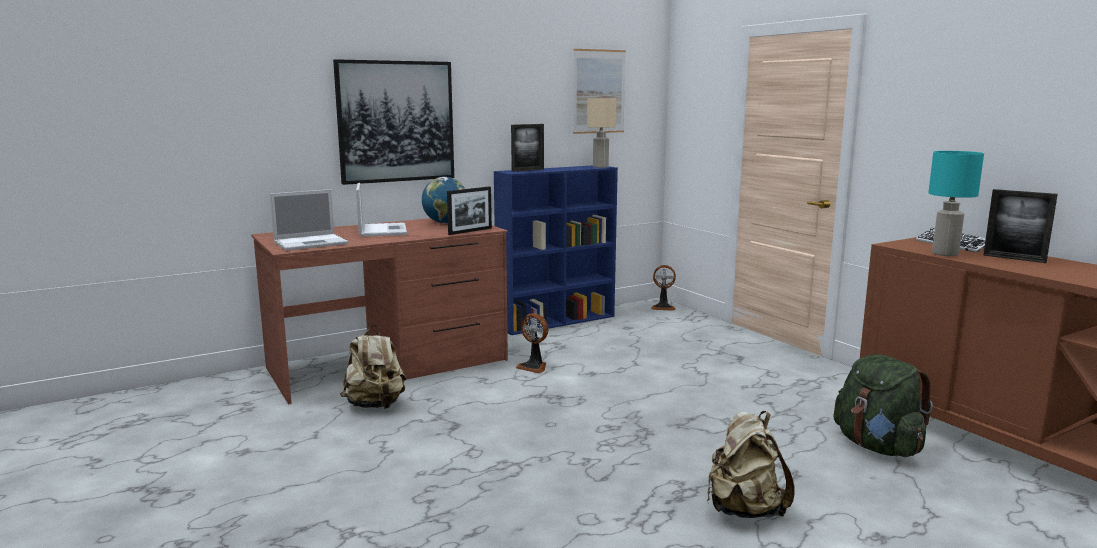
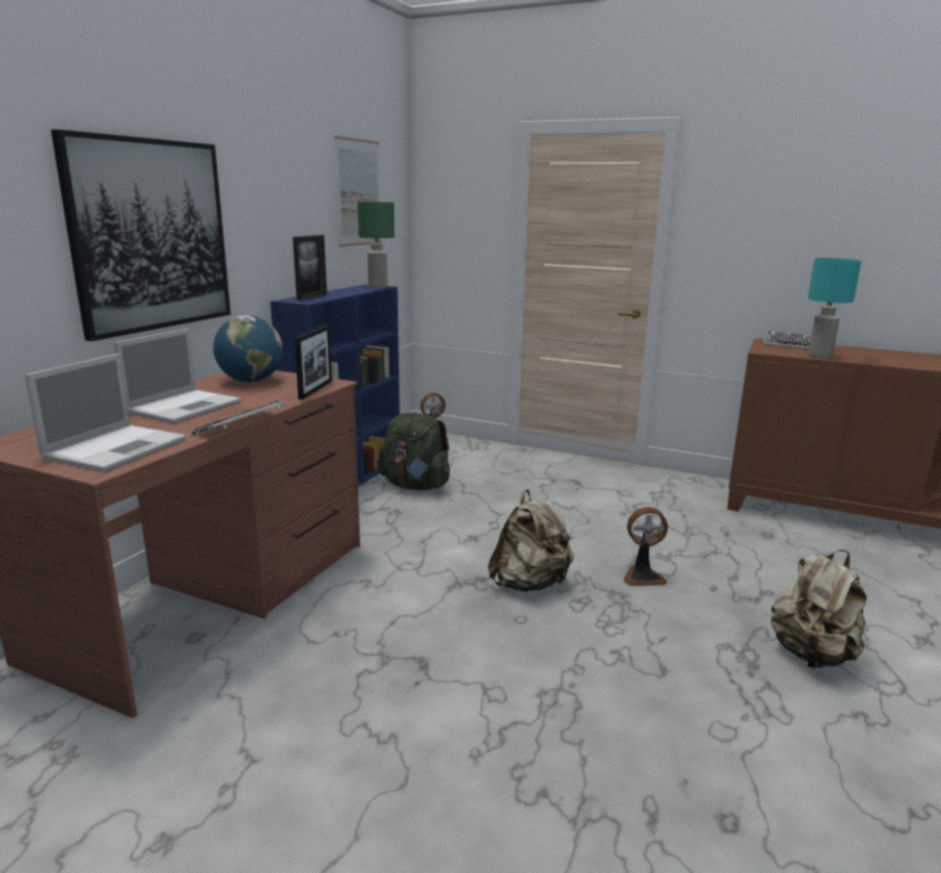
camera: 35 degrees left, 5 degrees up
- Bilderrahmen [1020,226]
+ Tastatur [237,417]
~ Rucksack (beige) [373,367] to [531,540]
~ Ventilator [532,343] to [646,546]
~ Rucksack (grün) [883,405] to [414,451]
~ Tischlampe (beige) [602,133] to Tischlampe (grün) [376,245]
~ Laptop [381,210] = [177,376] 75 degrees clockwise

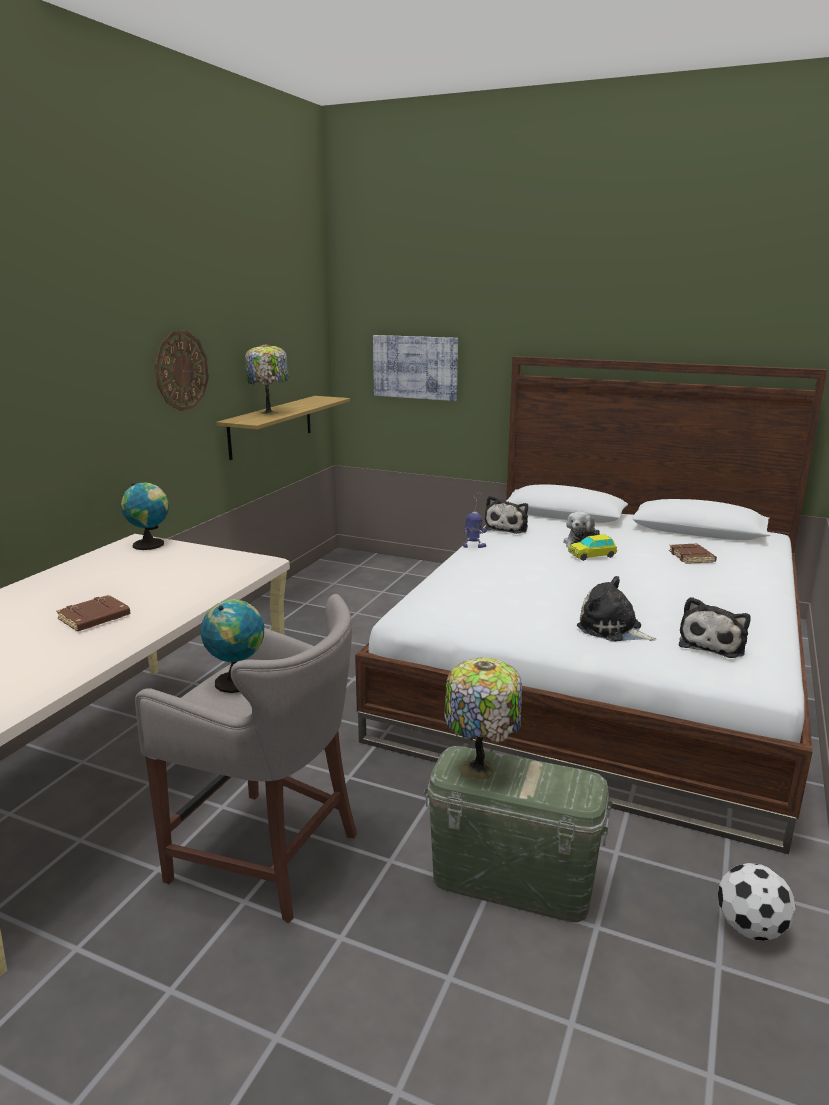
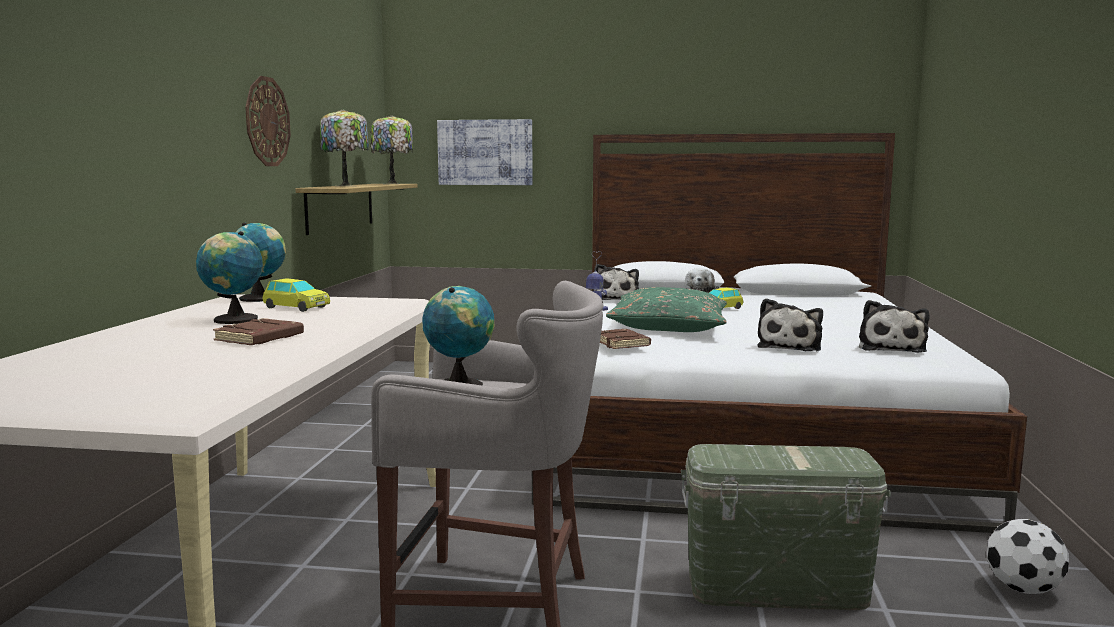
camera: 15 degrees left, 10 degrees down
+ Globus [229,277]
+ Spielzeugauto [296,295]
+ Kissen (grün) [666,309]
~ Tischlampe [483,718] to [392,149]
~ Buch (braun) [693,554] to [625,339]
~ Plüschtier [617,609] = [790,324] 90 degrees counterclockwise

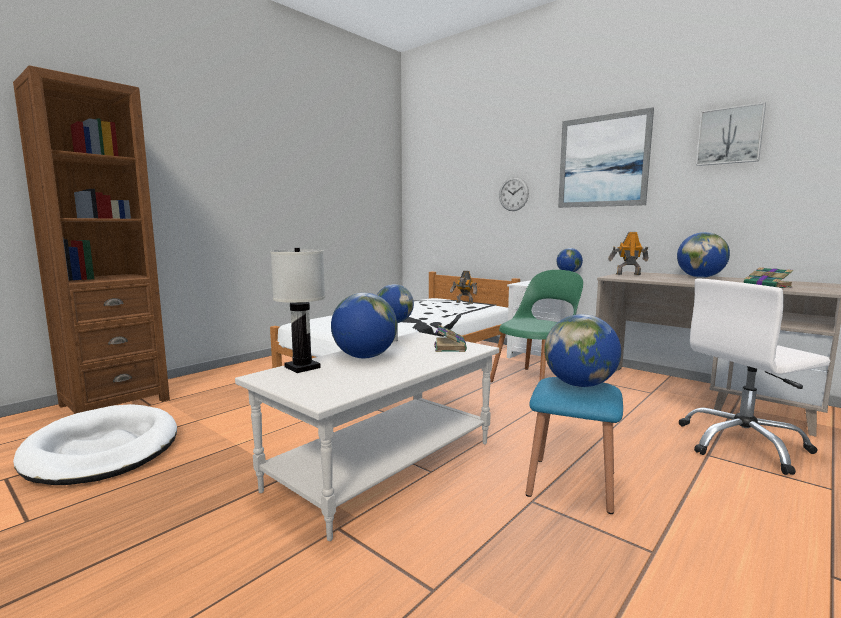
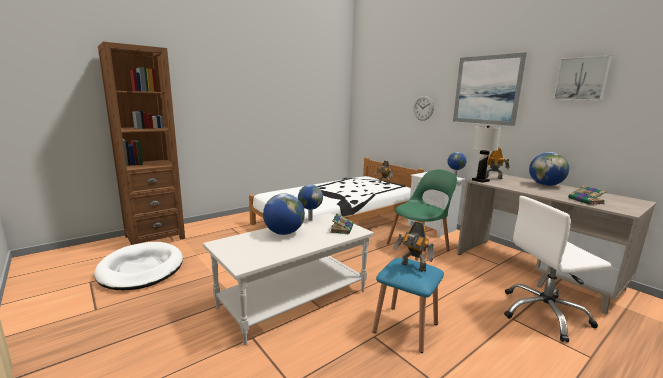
camera: 10 degrees right, 5 degrees up
~ Tischlampe (weiß) [297,310] to [486,154]
~ Globus [582,350] to Spielzeugroboter [413,246]

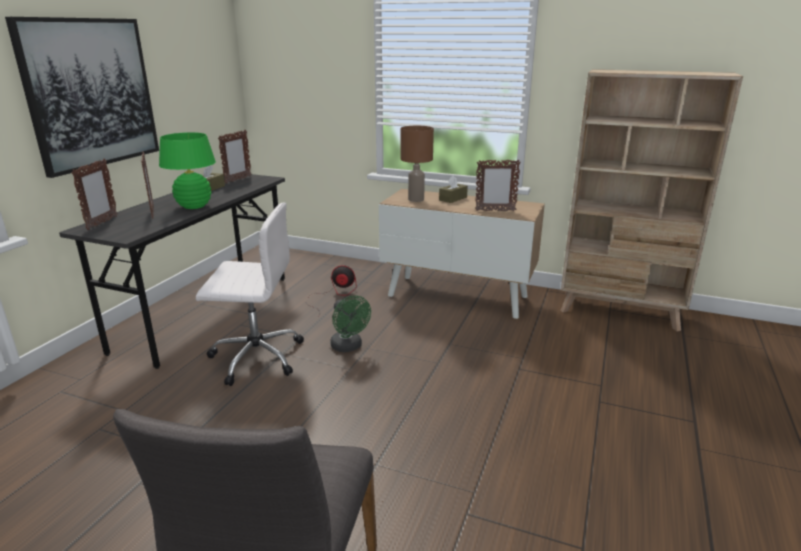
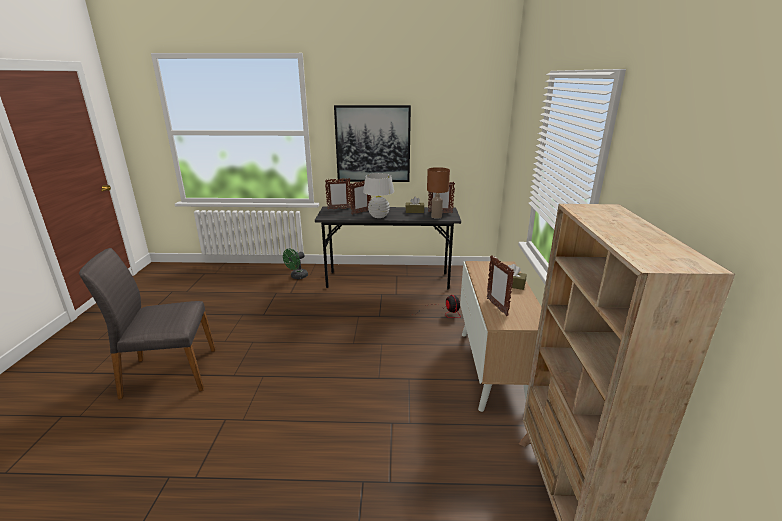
camera: 70 degrees right, 0 degrees up
- Bürostuhl (weiß) [250,294]
~ Ventilator (grün) [350,323] to [295,264]
~ Tischlampe (braun) [417,164] to [438,193]
~ Tischlampe (grün) [187,170] to Tischlampe (weiß) [378,195]

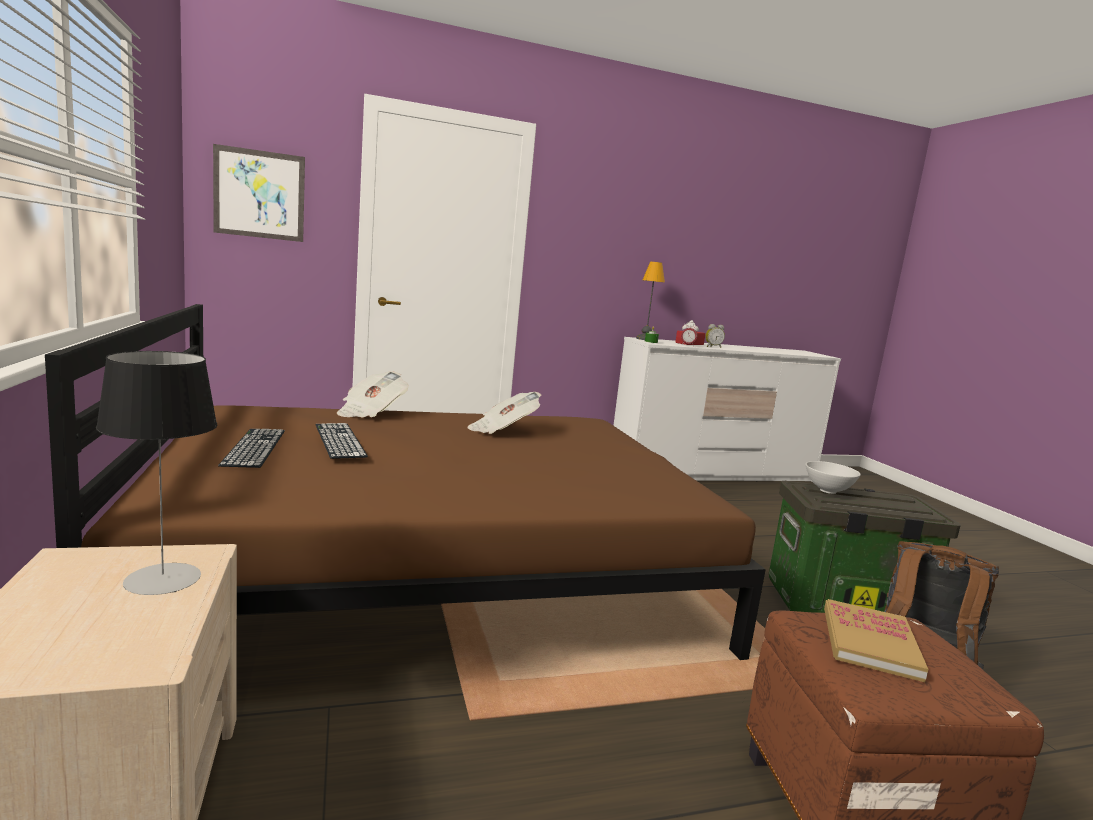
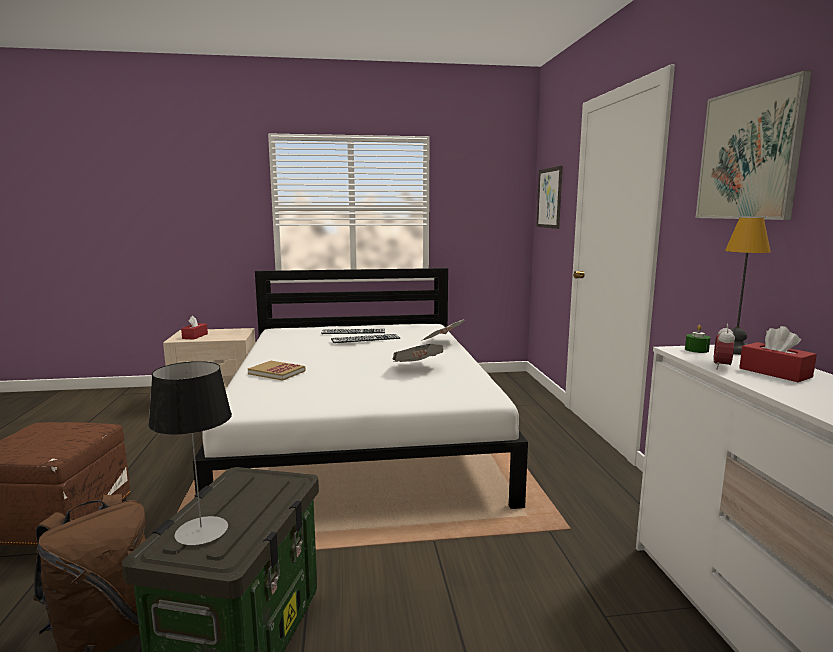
camera: 100 degrees right, 0 degrees up
- Wecker [715,336]
- Schüssel (weiß) [833,477]
+ Taschentuchbox (rot) [194,328]
+ Bild [754,145]
~ Tischlampe [156,473] to [190,453]
~ Buch [876,640] to [276,371]
~ Bett (braun) [405,482] to Bett (weiß) [360,388]

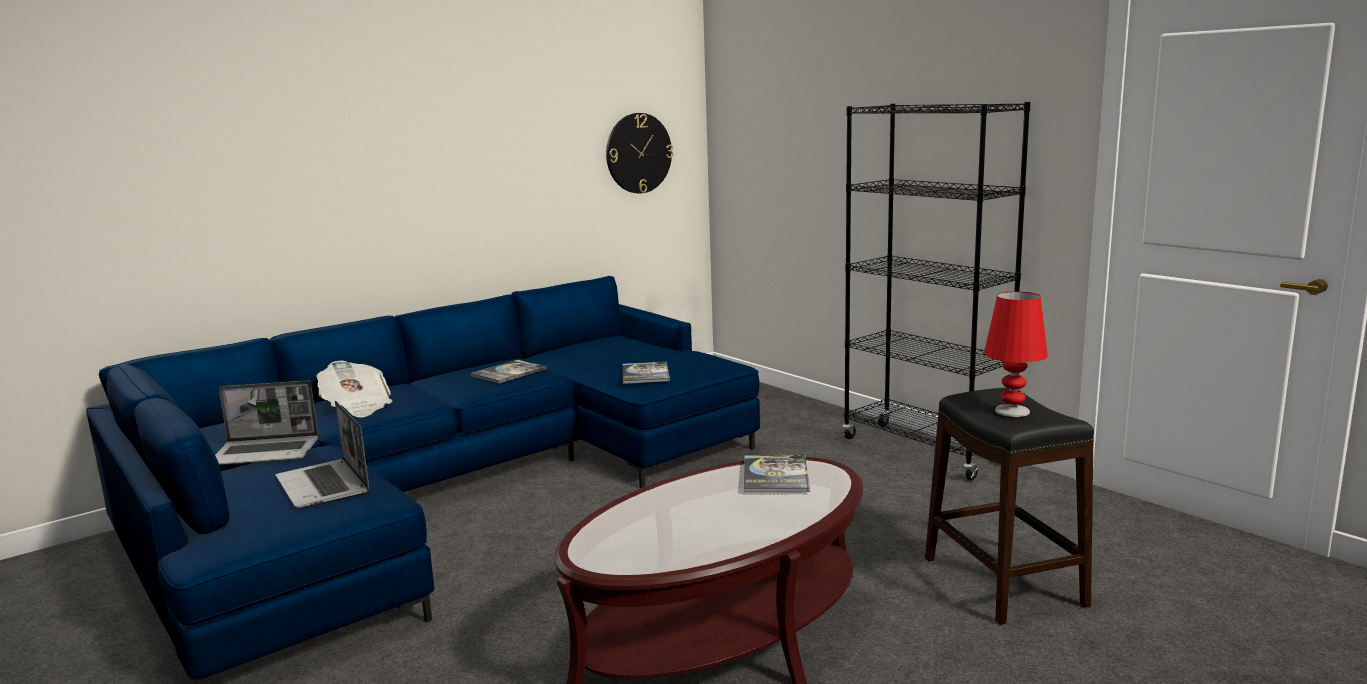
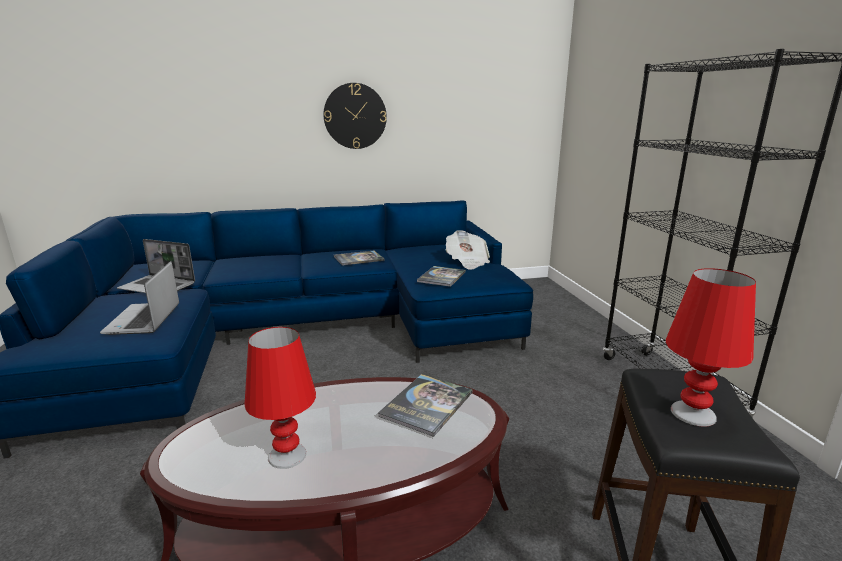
camera: 25 degrees right, 5 degrees up
+ Tischlampe (rot) [280,398]
~ Zeitung [354,389] to [468,250]
~ Wanduhr [639,153] to [355,116]

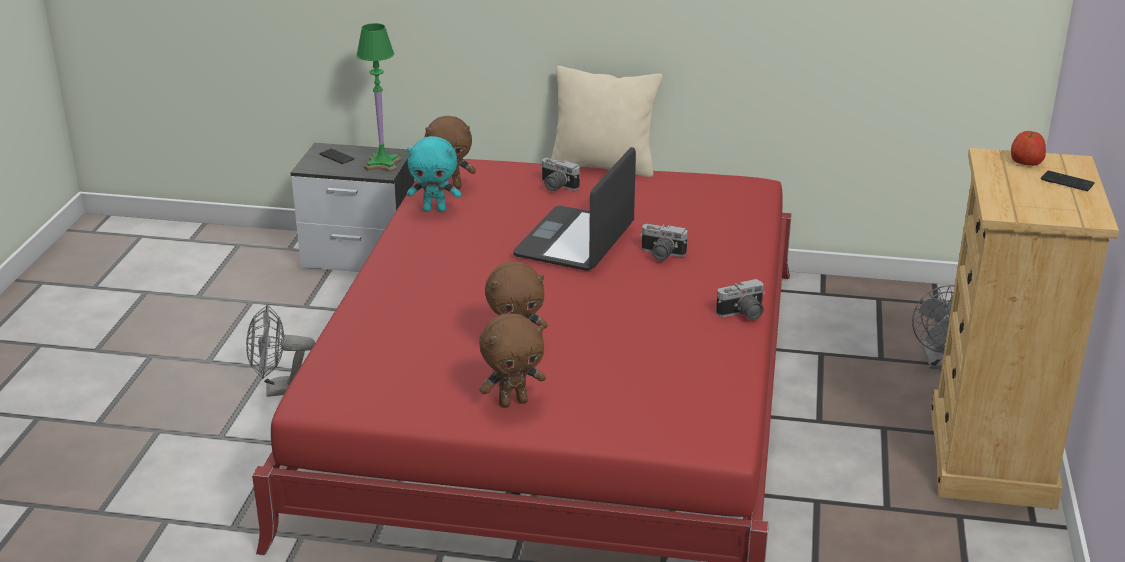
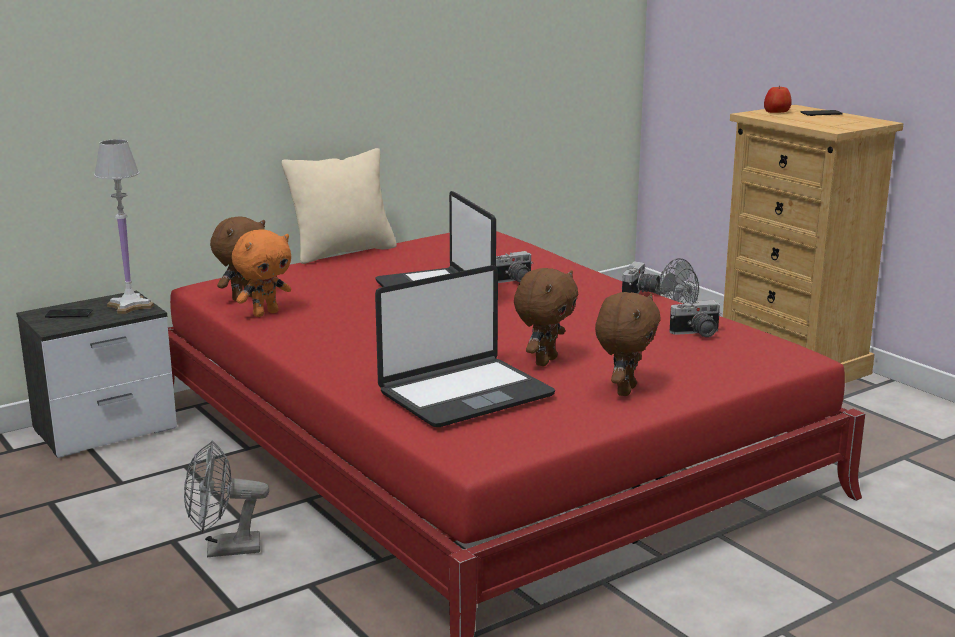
camera: 45 degrees left, 10 degrees down
+ Laptop [465,346]
~ Kamera [560,174] to [695,318]
~ Tischlampe (grün) [379,97] to Tischlampe (weiß) [124,226]
~ Plüschtier (türkis) [434,174] to Plüschtier (orange) [261,273]
~ Ventilator (grau) [280,351] = [226,499] 45 degrees clockwise

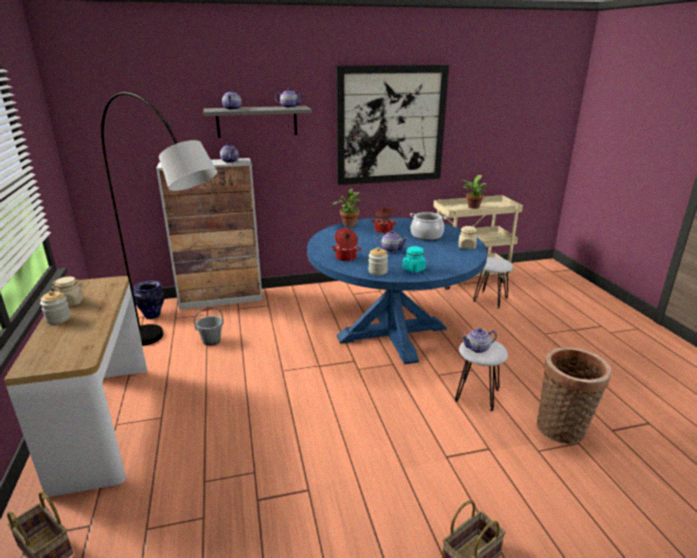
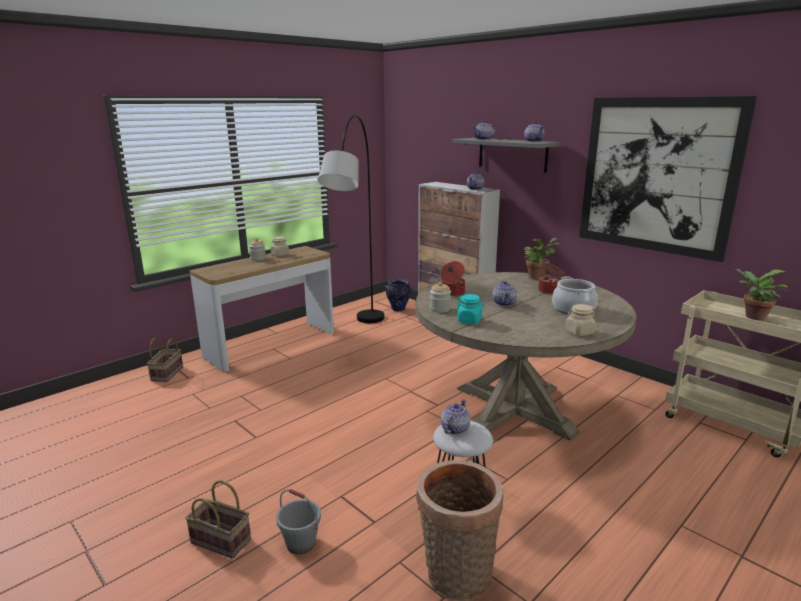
camera: 60 degrees right, 5 degrees down
- Hocker (weiß) [493,282]
~ Eimer (grau) [209,326] to [298,522]
~ Esstisch (blau) [397,291] to Esstisch (beige) [526,356]
~ Teekanne [479,340] = [455,417] 75 degrees clockwise

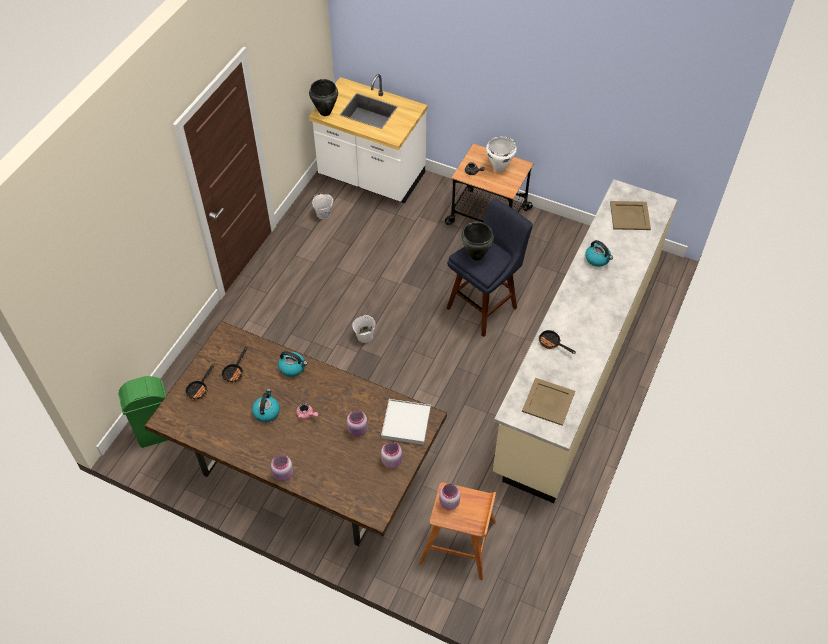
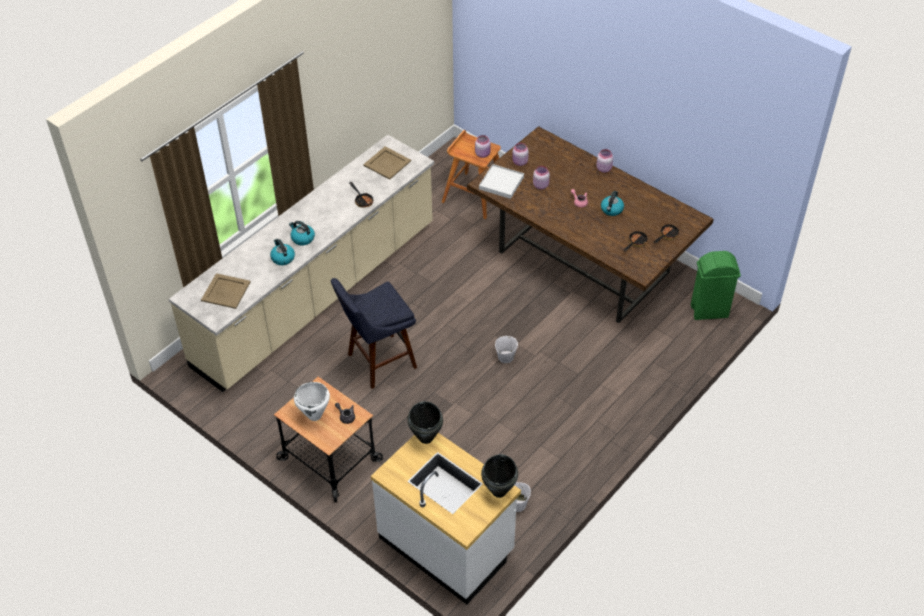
camera: 165 degrees left, 5 degrees down
~ Wasserkessel [293,364] to [302,233]
~ Kochtopf (schwarz) [477,241] to [425,422]

